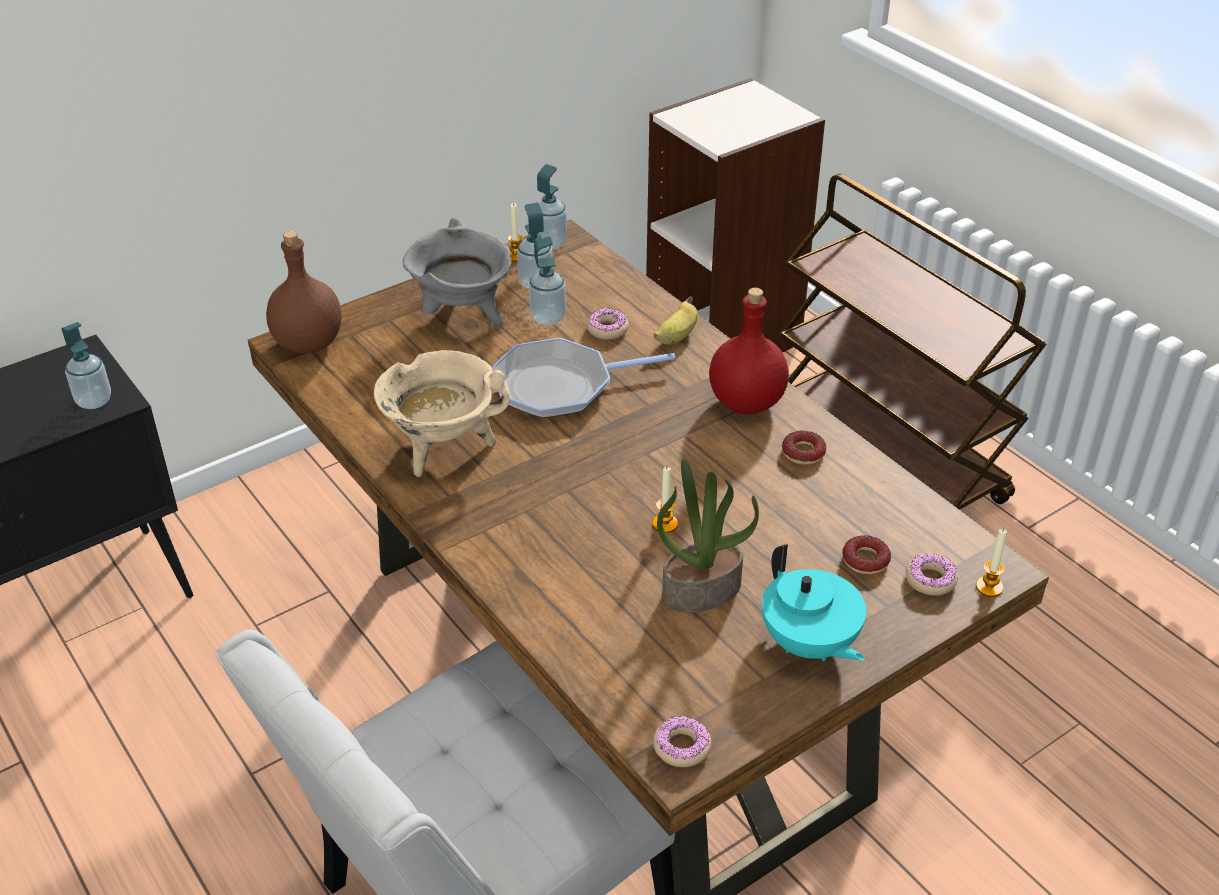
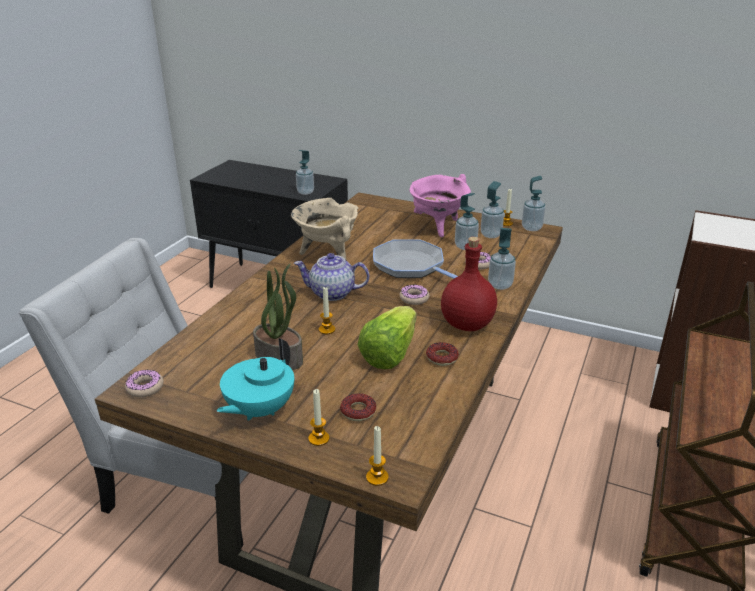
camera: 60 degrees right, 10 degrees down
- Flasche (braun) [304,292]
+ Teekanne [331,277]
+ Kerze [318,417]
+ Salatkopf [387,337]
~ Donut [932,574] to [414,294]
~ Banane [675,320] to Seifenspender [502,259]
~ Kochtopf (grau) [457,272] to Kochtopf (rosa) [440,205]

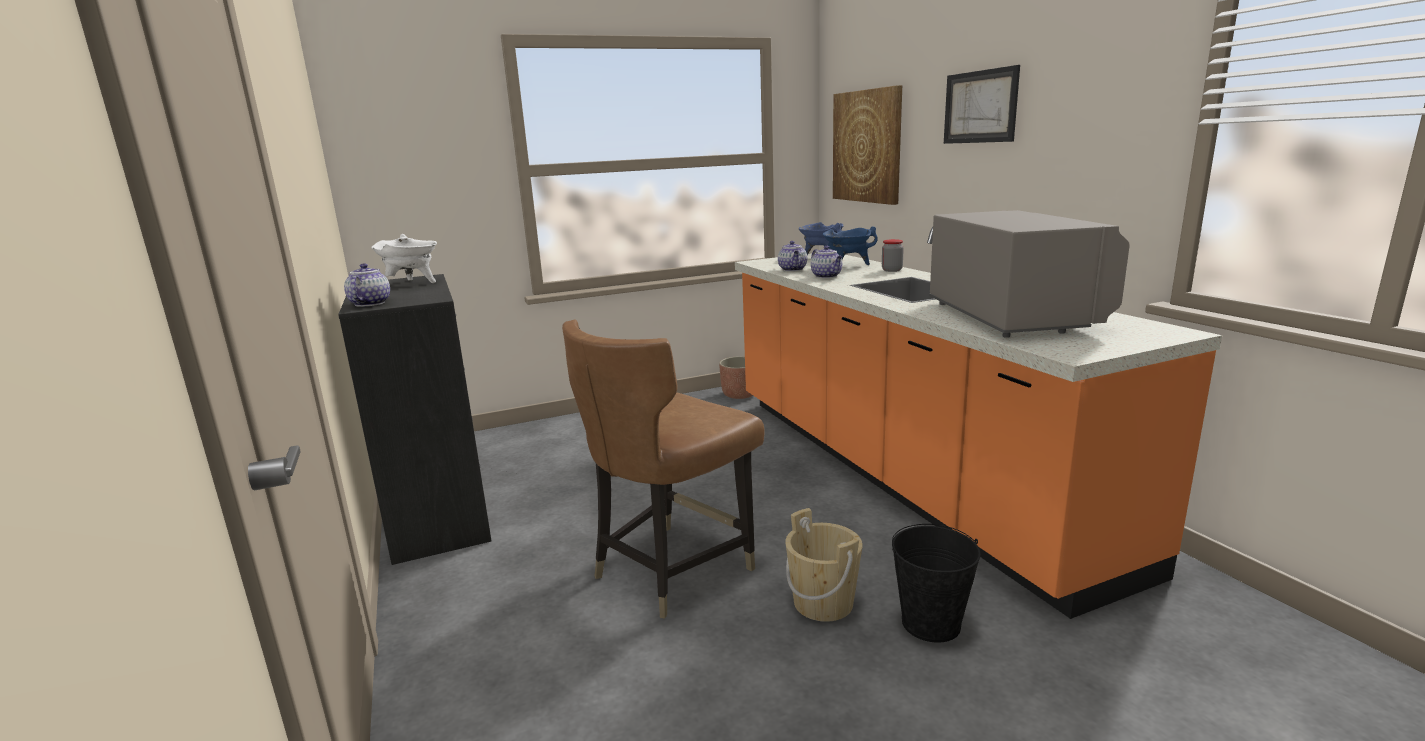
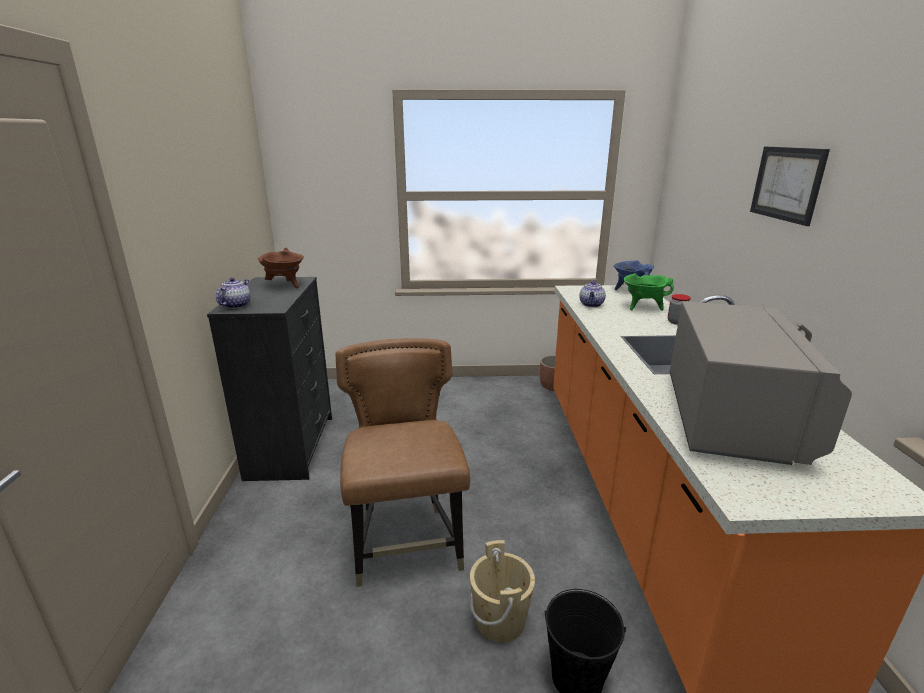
camera: 20 degrees right, 5 degrees up
- Teekanne [826,262]
- Bild [867,145]
~ Kochtopf (weiß) [404,258] to Kochtopf (braun) [280,268]
~ Kochtopf (blau) [850,245] to Kochtopf (grün) [649,292]
~ Stuhl (braun) [663,469] = [403,462] 105 degrees clockwise

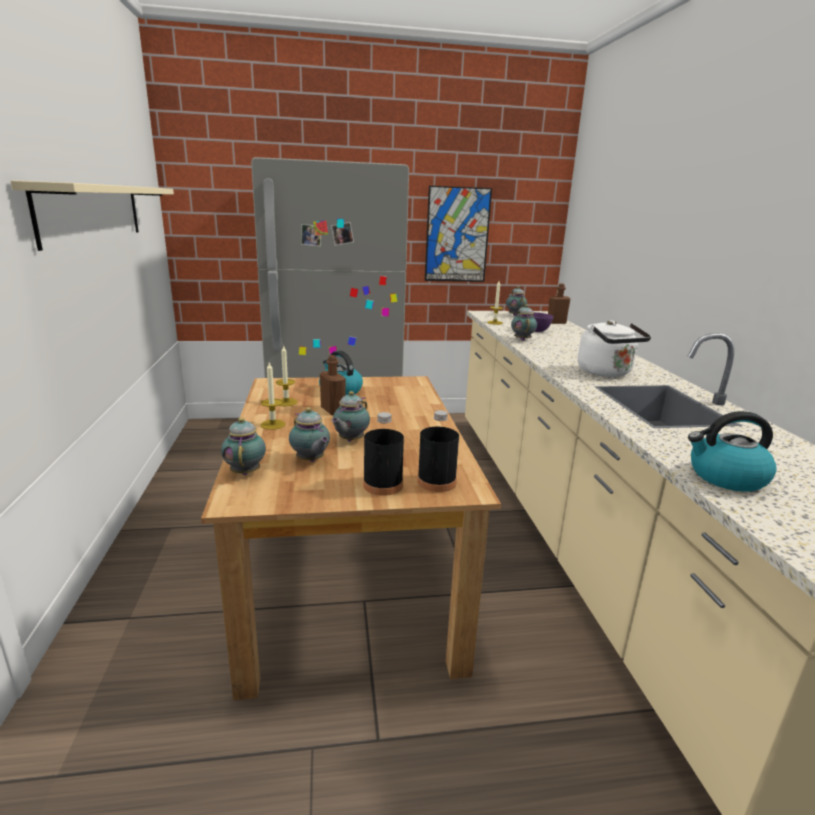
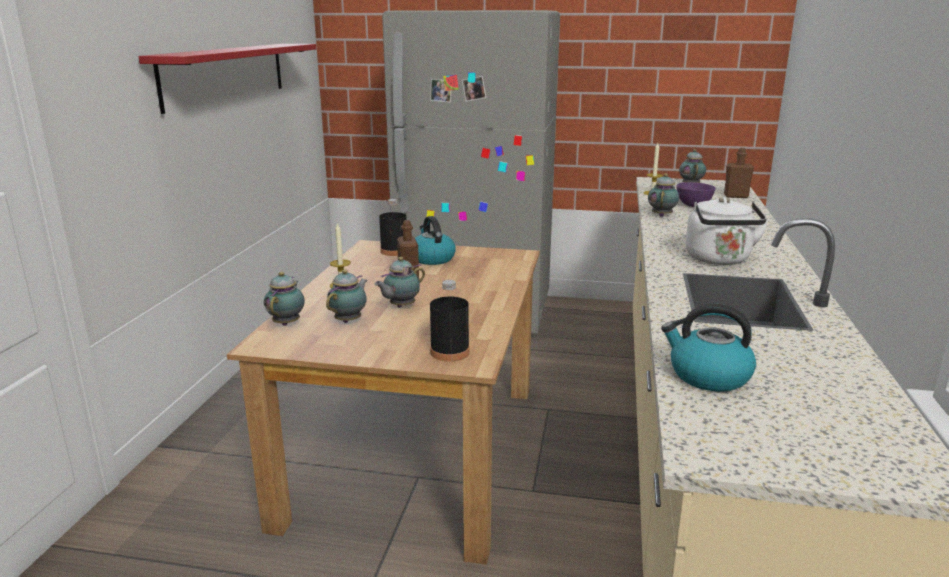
camera: 20 degrees right, 0 degrees up
- Kerze [287,375]
- Bild [458,234]
~ Flasche (schwarz) [383,454] to [393,227]
~ Wandregal (beige) [92,215] to Wandregal (rot) [227,79]
~ Teekanne [309,434] = [346,296] 135 degrees counterclockwise

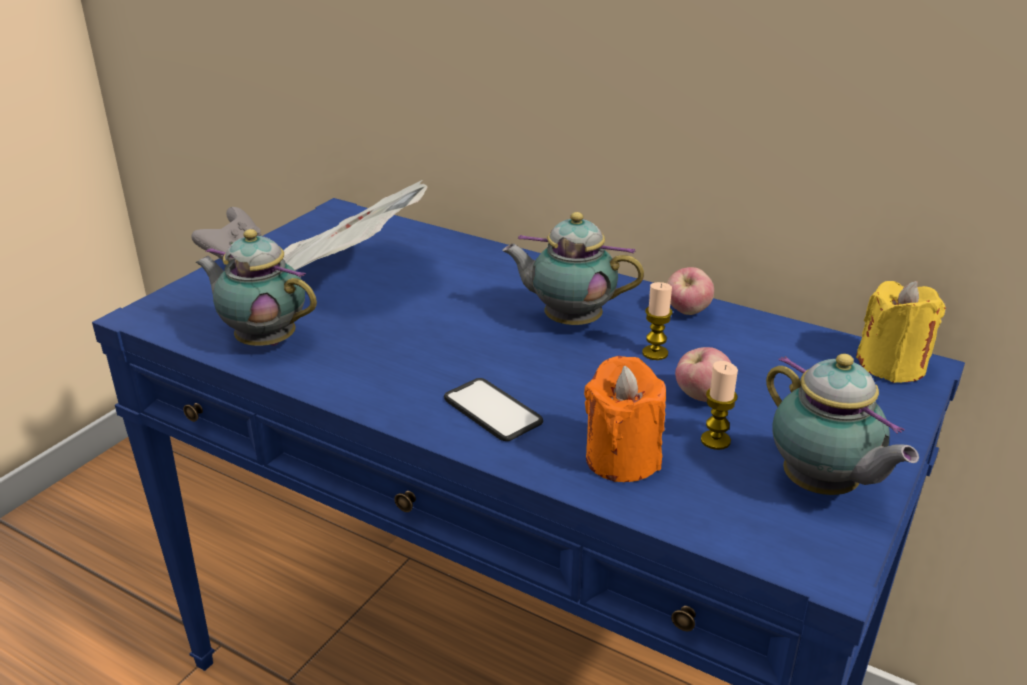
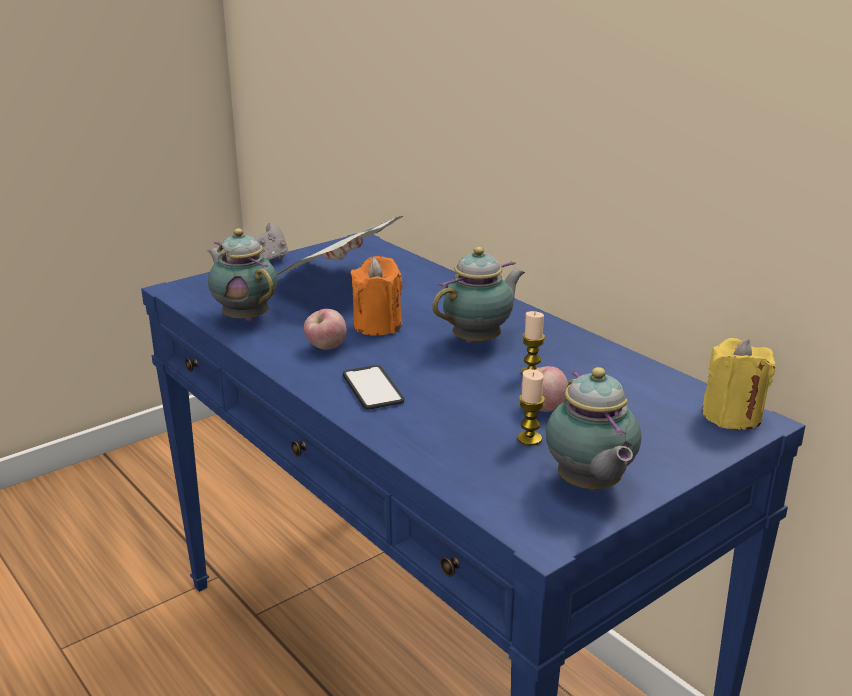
camera: 20 degrees right, 5 degrees down
~ Kerze (orange) [625,419] to [376,296]
~ Apfel [690,291] to [325,329]
~ Teekanne [573,268] = [478,295] 105 degrees clockwise

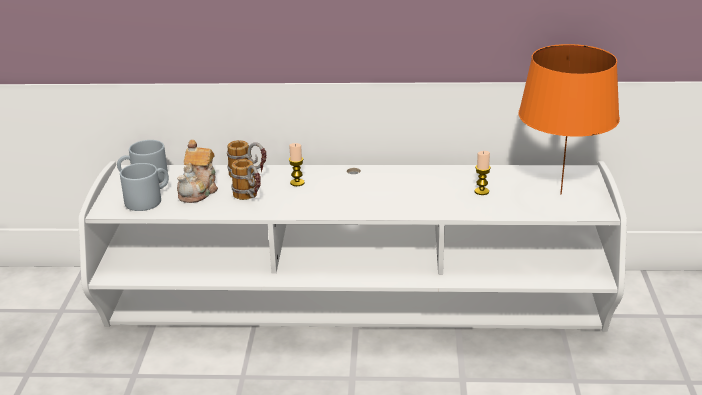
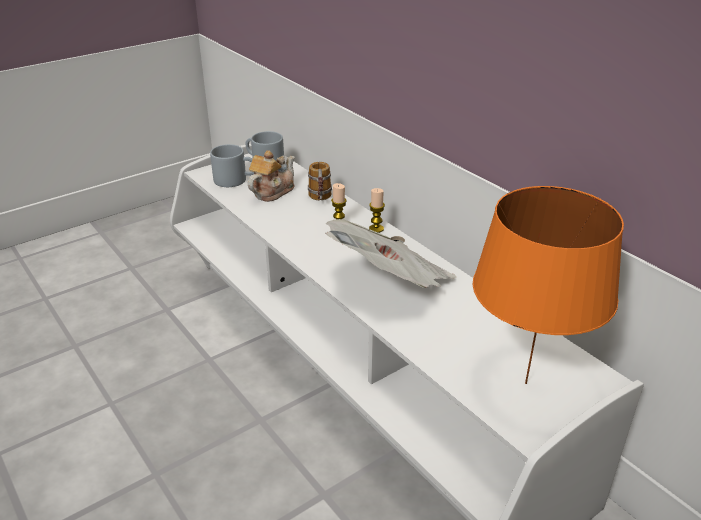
camera: 50 degrees right, 5 degrees up
- Henkelbecher [246,179]
+ Zeitung [390,253]
~ Kerze [482,173] to [377,210]
~ Teekanne [197,171] = [271,176] 150 degrees clockwise

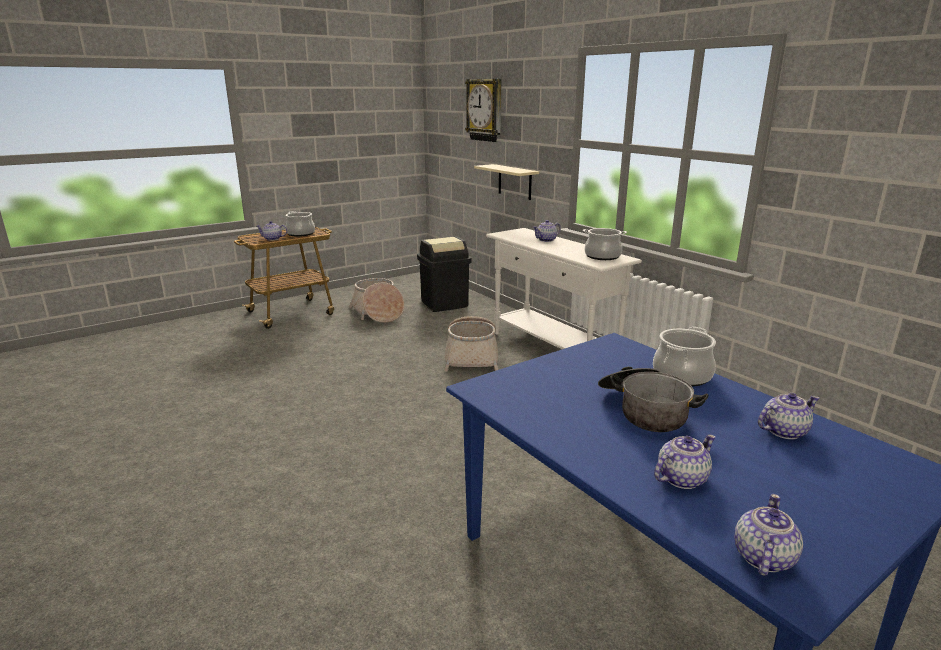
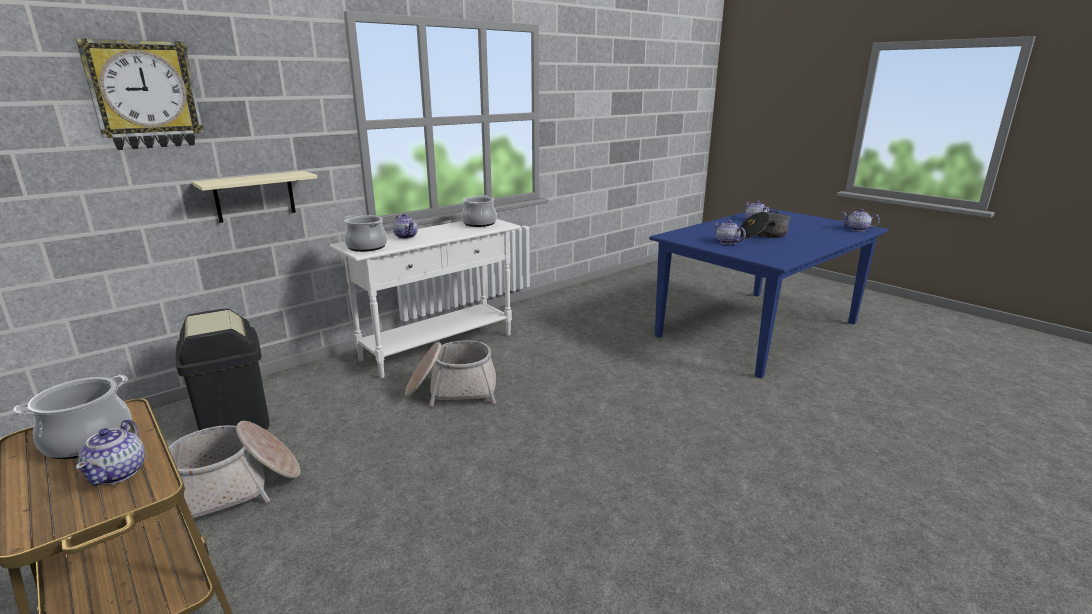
camera: 95 degrees left, 0 degrees up
~ Kochtopf [684,357] to [365,233]
~ Teekanne [685,461] to [729,232]

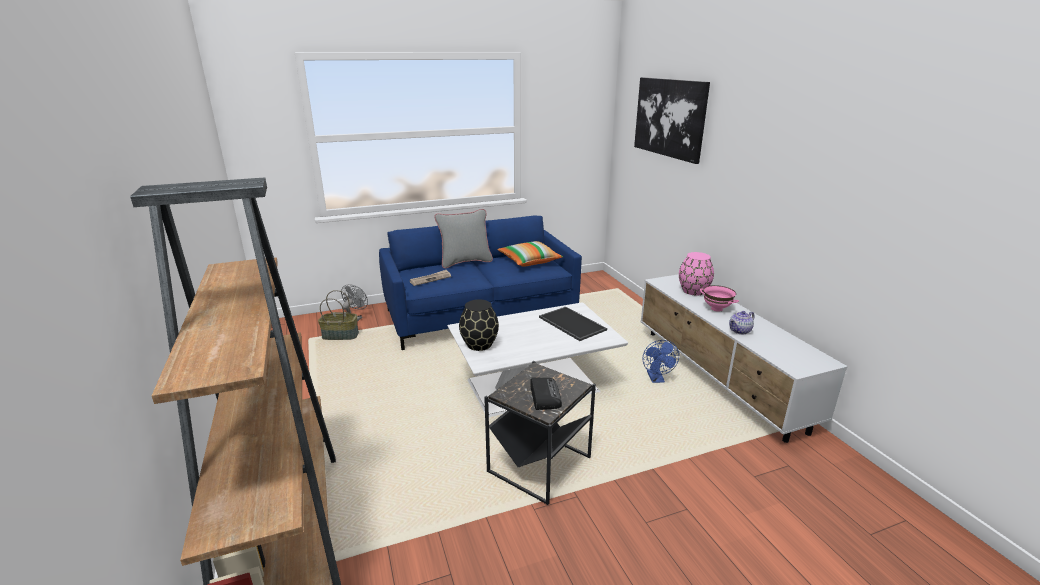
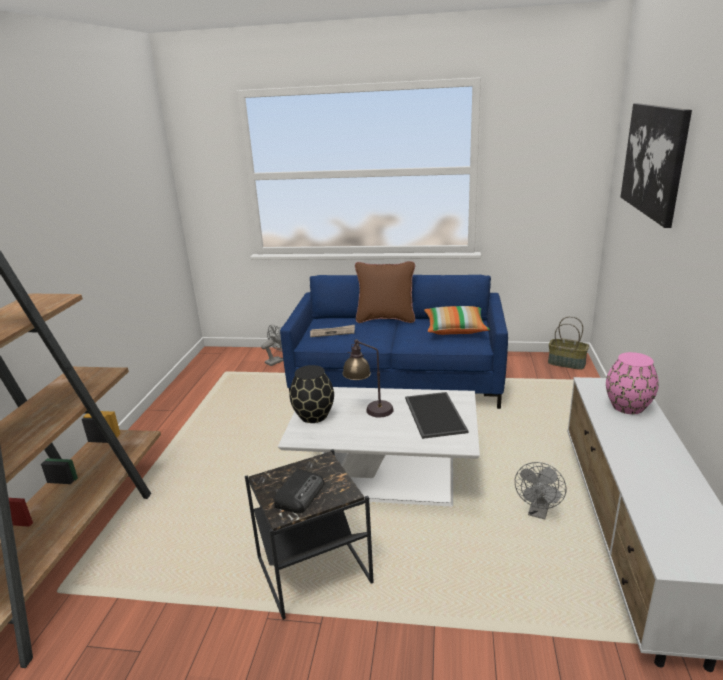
camera: 30 degrees right, 0 degrees up
- Schüssel (rosa) [719,298]
- Teekanne [741,323]
+ Tischlampe [368,378]
~ Korb [338,315] to [568,343]
~ Kissen (grau) [463,238] to Kissen (braun) [385,292]
~ Ventilator (blau) [661,361] to Ventilator (grau) [540,490]

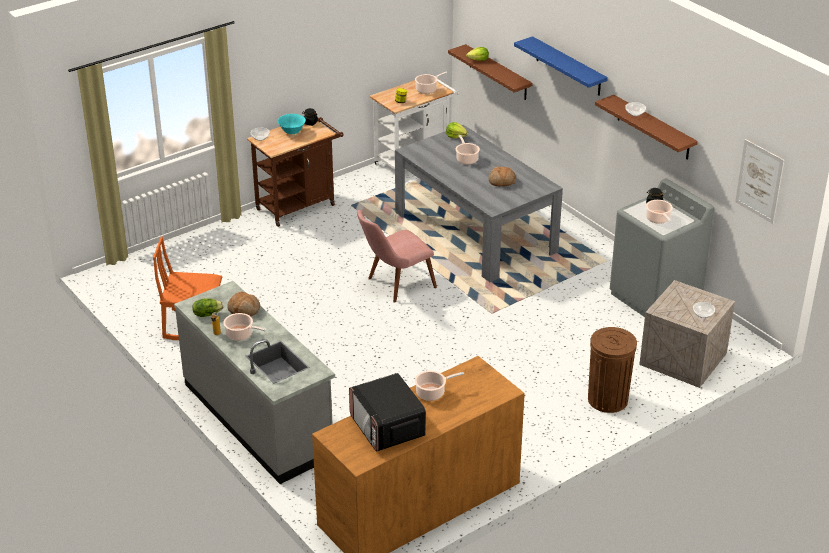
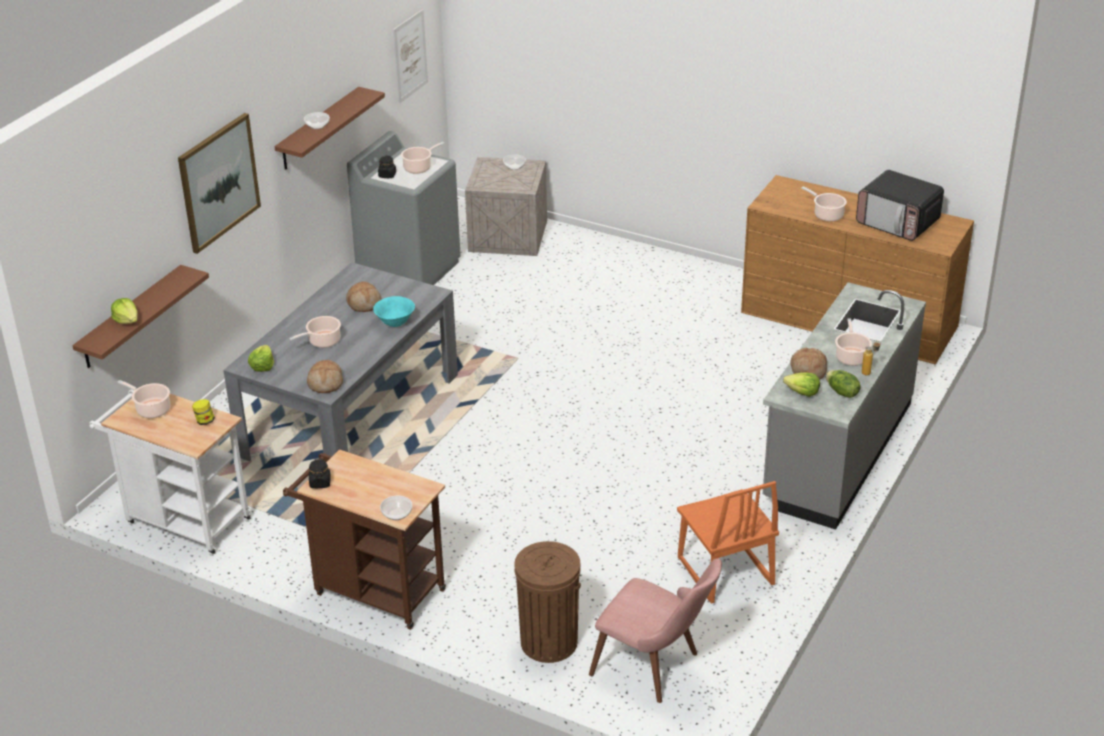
camera: 115 degrees left, 0 degrees up
+ Brot [325,376]
+ Salatkopf [801,384]
~ Schüssel (türkis) [292,124] to [394,311]
~ Stuhl (rosa) [397,256] to [655,630]
~ Mülleimer (braun) [612,370] to [547,602]
~ Wandregal (blau) [561,66] to Bild [219,183]
~ Mikrowelle [387,412] = [900,205] 90 degrees clockwise

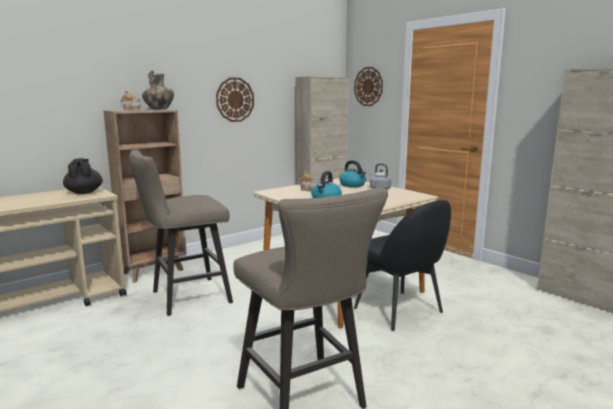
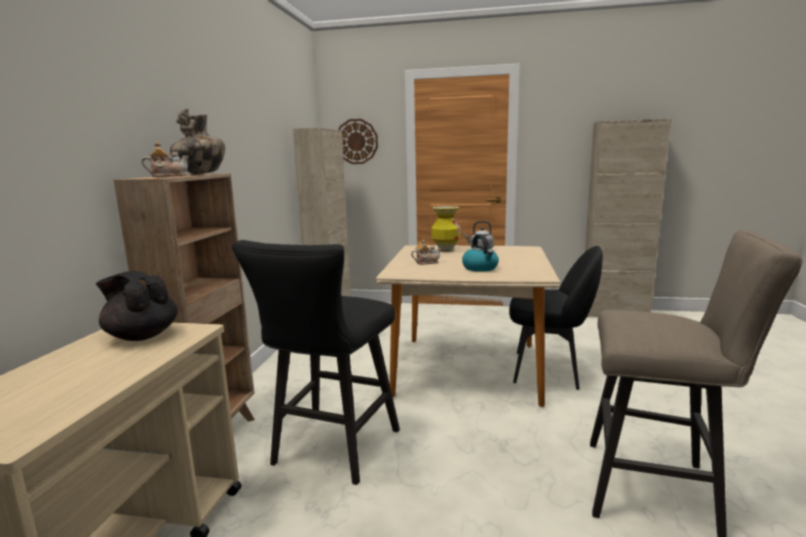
camera: 40 degrees left, 0 degrees up
- Wanduhr [235,99]
~ Wasserkessel [353,173] to Vase [445,229]
~ Hocker (beige) [181,233] to Hocker (schwarz) [316,362]

